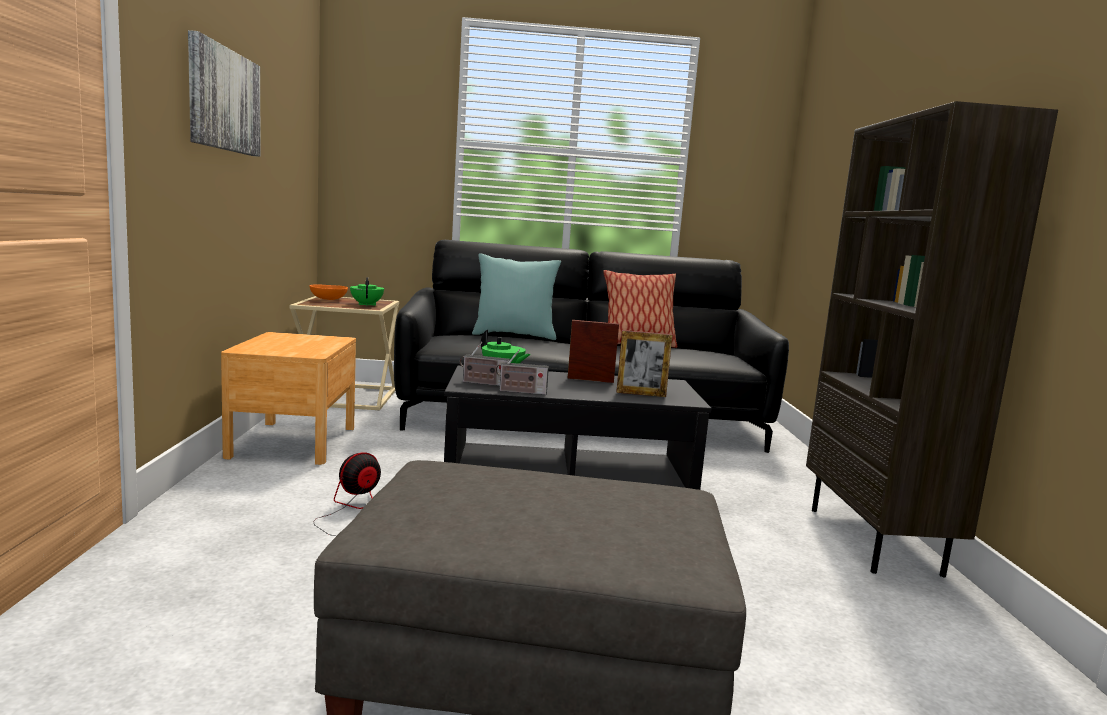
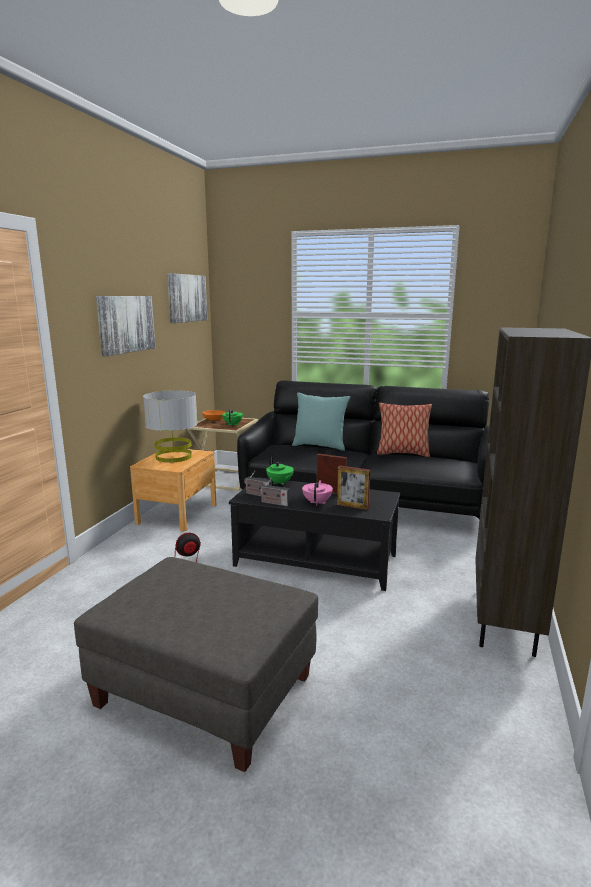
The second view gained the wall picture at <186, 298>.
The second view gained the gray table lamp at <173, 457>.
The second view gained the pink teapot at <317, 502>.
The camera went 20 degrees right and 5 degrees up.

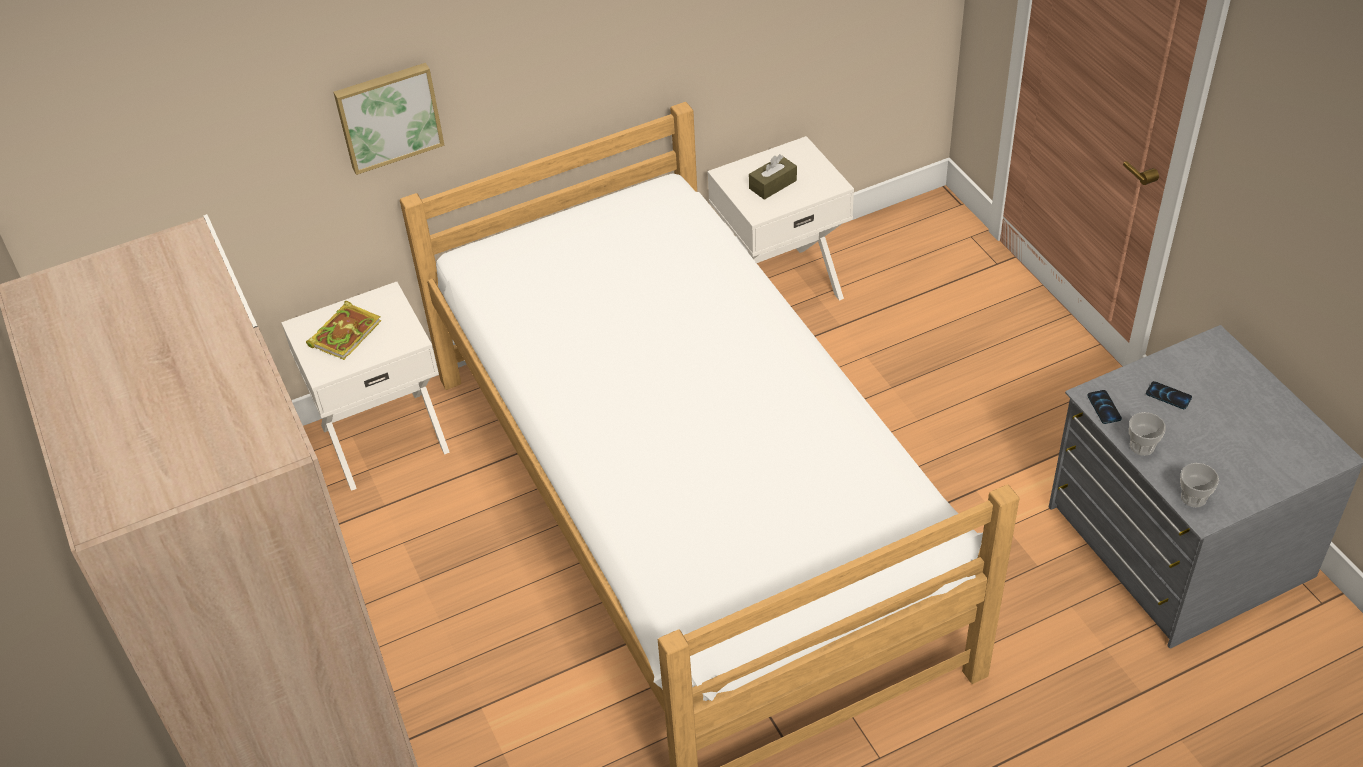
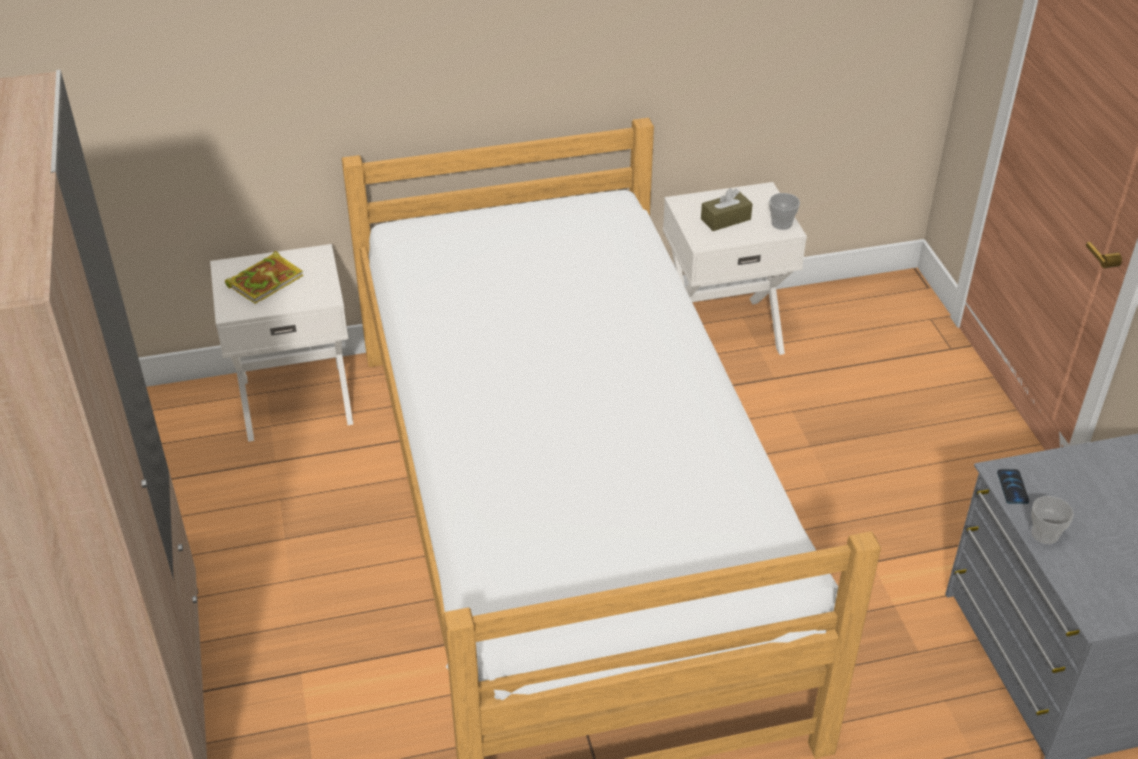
The second view lost the wall picture at <388, 116>.
The second view lost the handset at <1168, 396>.
The drinking cup ended up elsewhere, having gone from <1193, 497> to <781, 223>.
The camera went 10 degrees right and 5 degrees down.

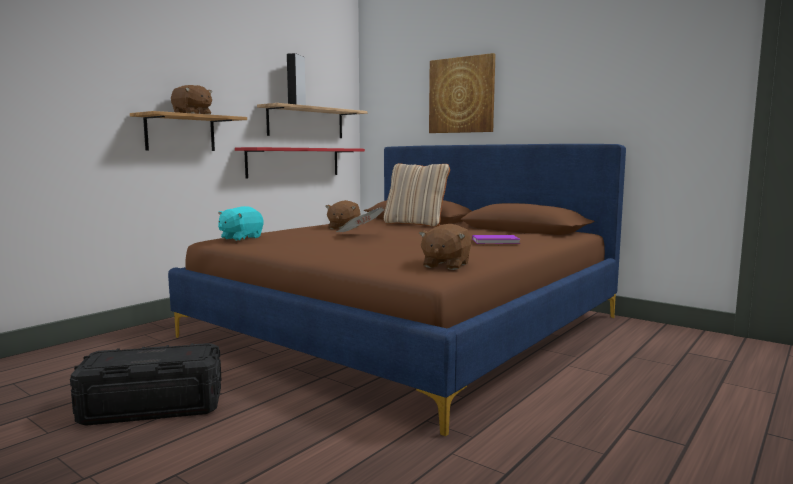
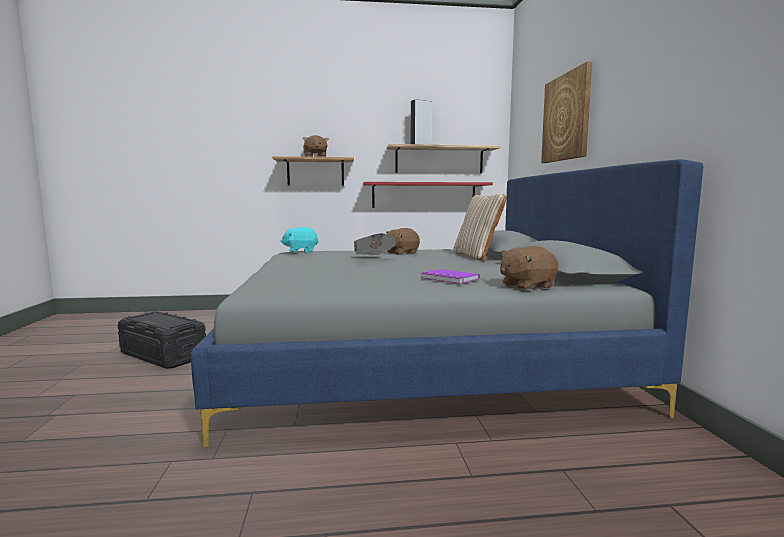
What was the brown sleeping bed at <408, 326> turned into the gray sleeping bed at <415, 354>.
The brown plush toy ended up elsewhere, having gone from <445, 265> to <526, 286>.
The camera went 45 degrees right and 0 degrees up.

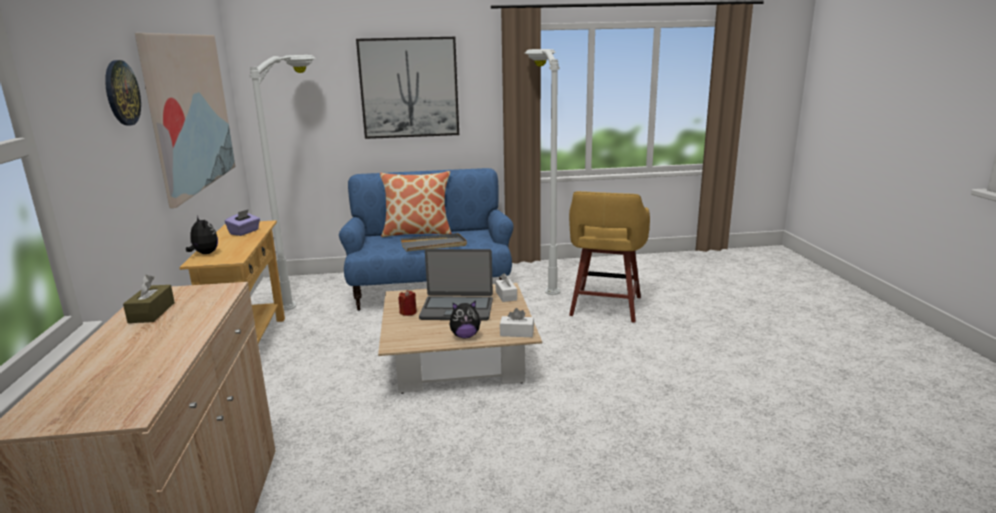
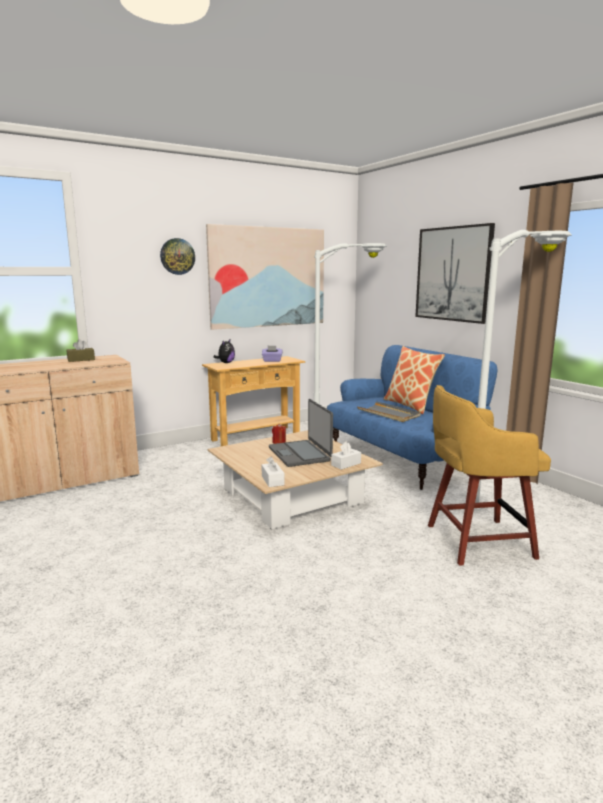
The second view lost the plush toy at <465, 336>.
The camera went 65 degrees right and 5 degrees down.

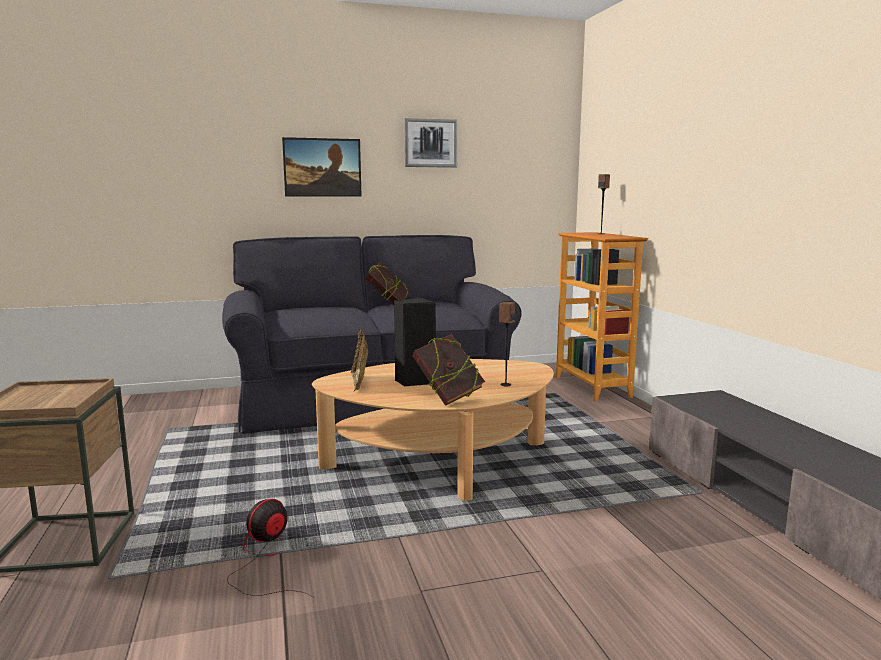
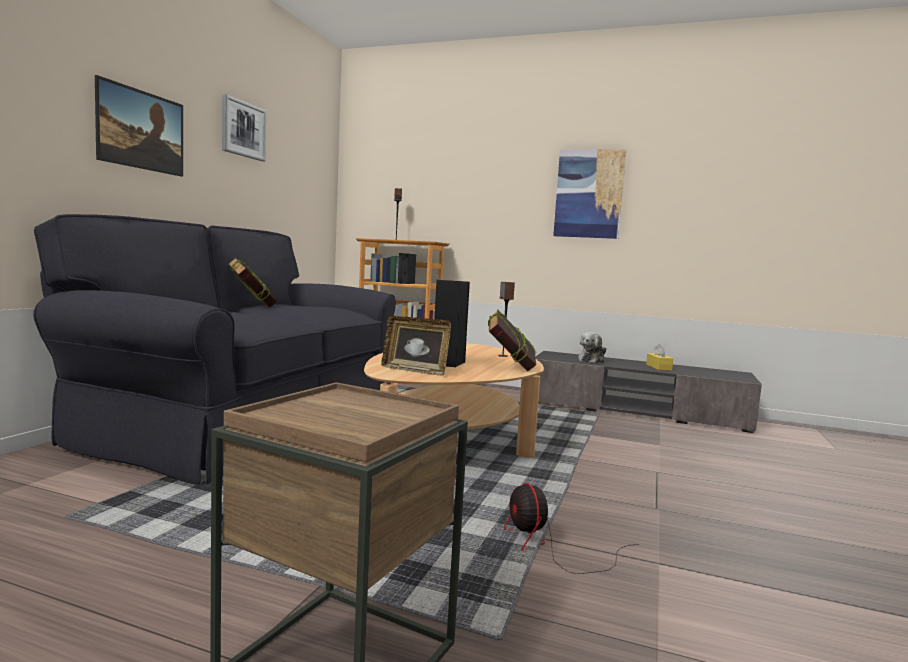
The second view gained the wall picture at <589, 194>.
The second view gained the plush toy at <592, 360>.
The second view gained the yellow tissue box at <658, 367>.
The camera went 55 degrees left and 5 degrees down.

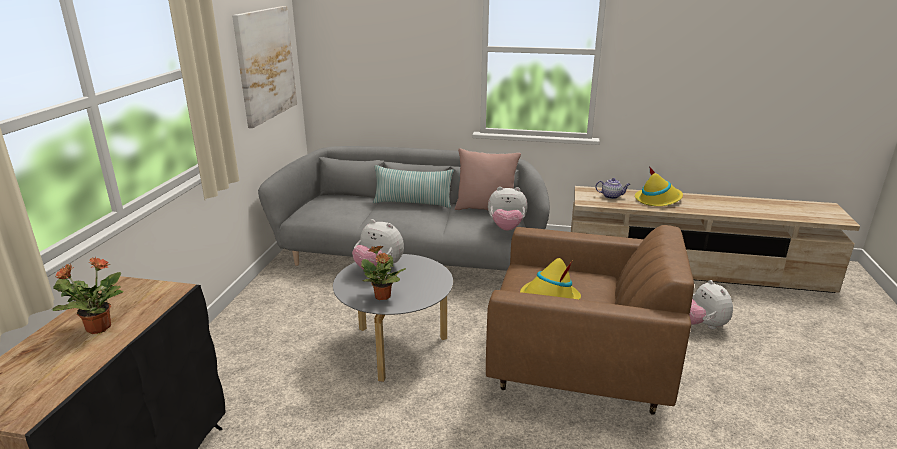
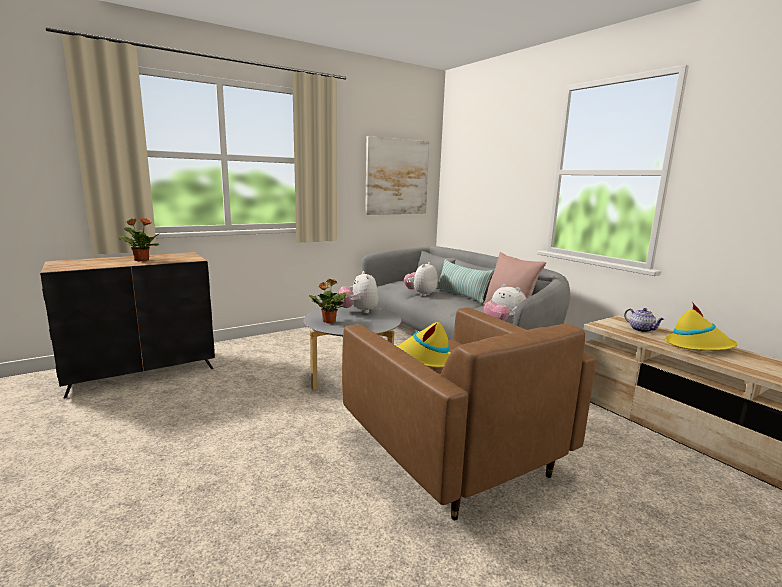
The plush toy ended up elsewhere, having gone from <702, 325> to <421, 294>.
The camera went 45 degrees right and 10 degrees down.

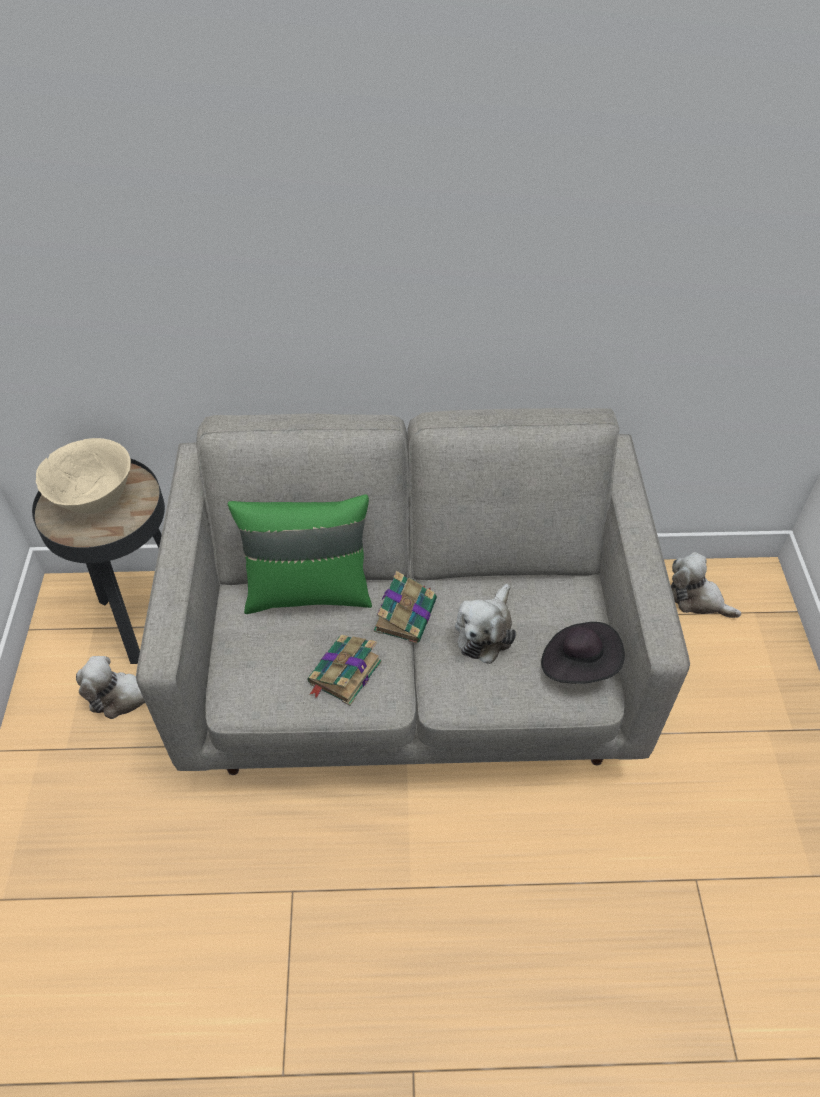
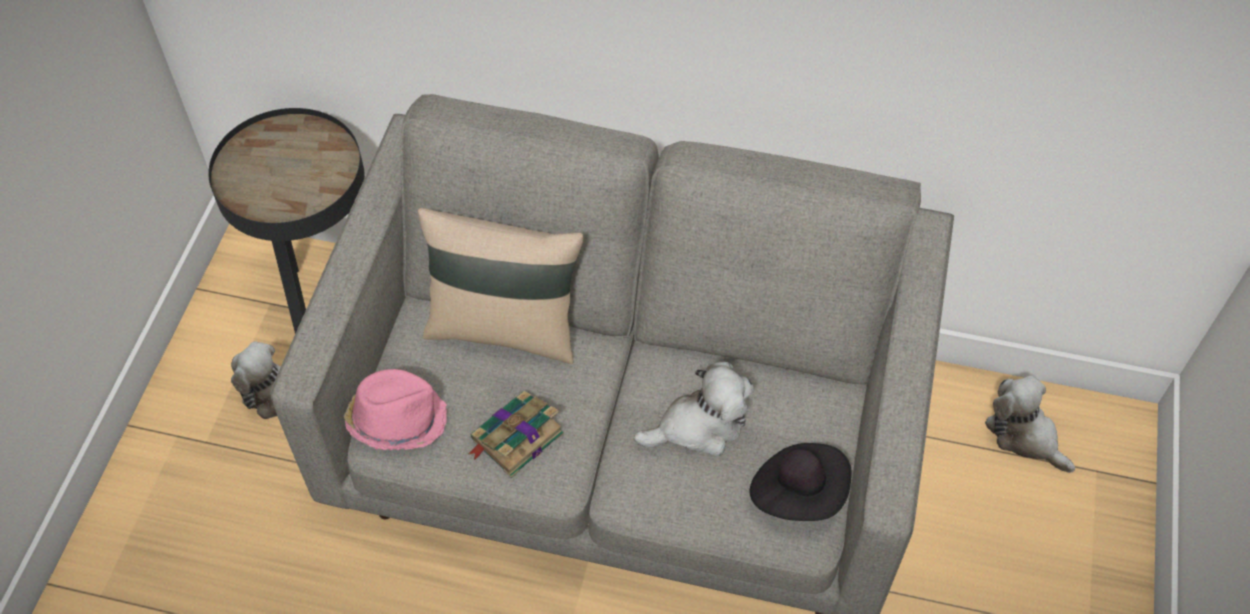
The second view lost the beige deep dish at <95, 500>.
What was the greenish pillow at <308, 591> turned into the beige pillow at <505, 328>.
The second view lost the bound book at <406, 614>.
The plush toy at <485, 631> ended up facing another way, 150 degrees counterclockwise from before.
The second view gained the pink clothing hat at <397, 419>.
The camera went 15 degrees right and 5 degrees up.

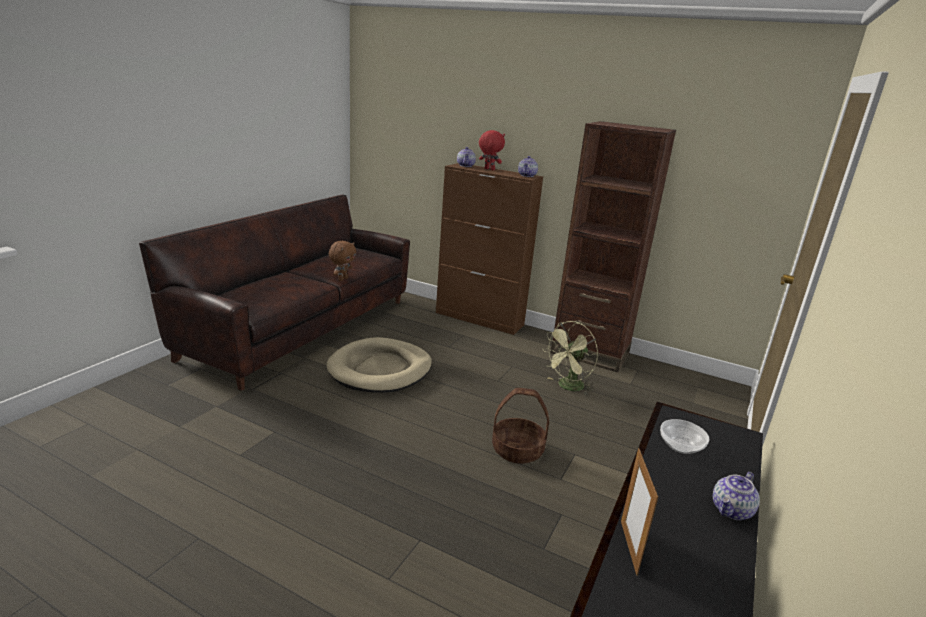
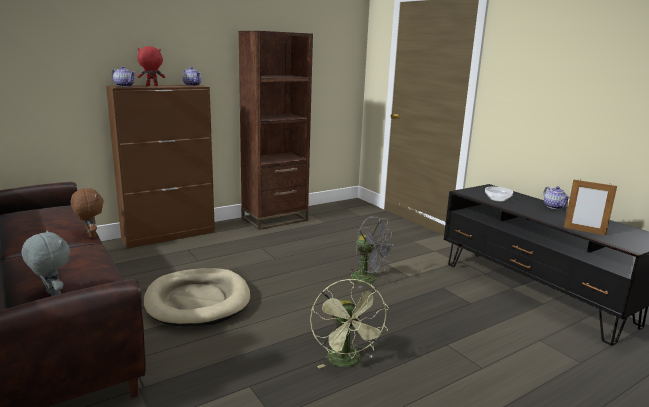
The greenish electric fan ended up elsewhere, having gone from <568, 387> to <347, 362>.
Where the storage basket stood at <517, 449>, the gray electric fan came to stand at <369, 279>.
The second view gained the gray plush toy at <51, 294>.
The camera went 60 degrees left and 5 degrees down.

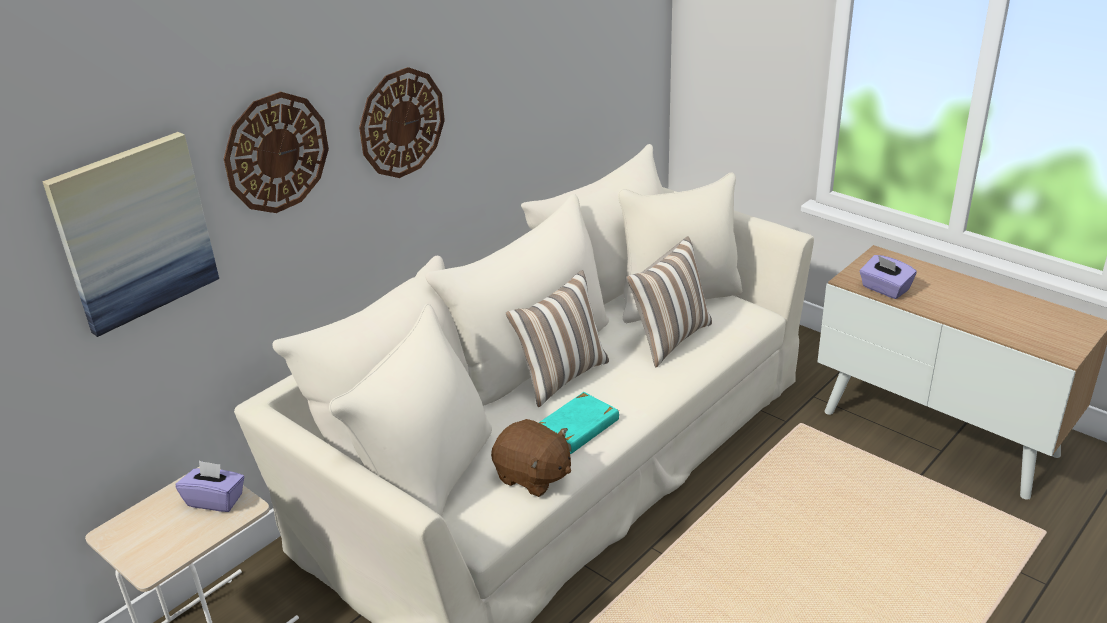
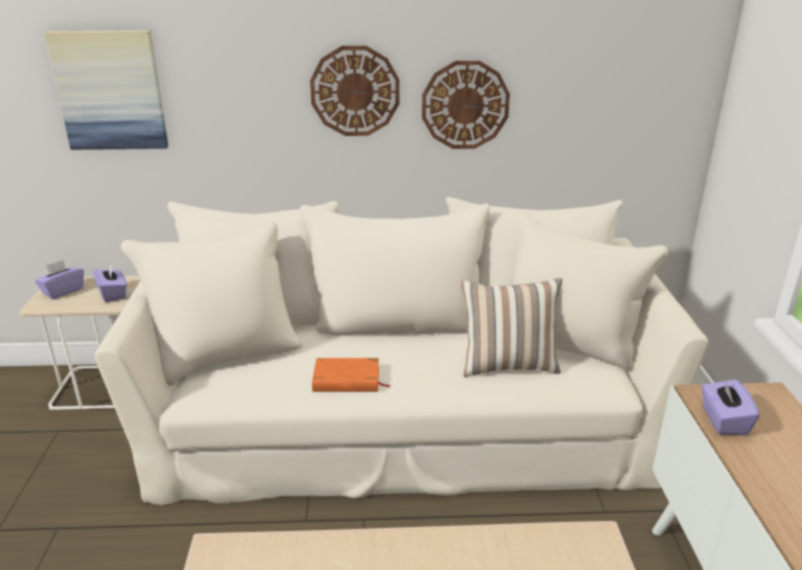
The wall clock ended up elsewhere, having gone from <276, 152> to <465, 105>.
The second view lost the pillow at <560, 376>.
What was the blue-green bound book at <579, 427> turned into the orange bound book at <347, 380>.
The second view lost the brown plush toy at <533, 476>.
The second view gained the purple-coloured tissue box at <63, 291>.
The camera went 45 degrees right and 5 degrees down.

